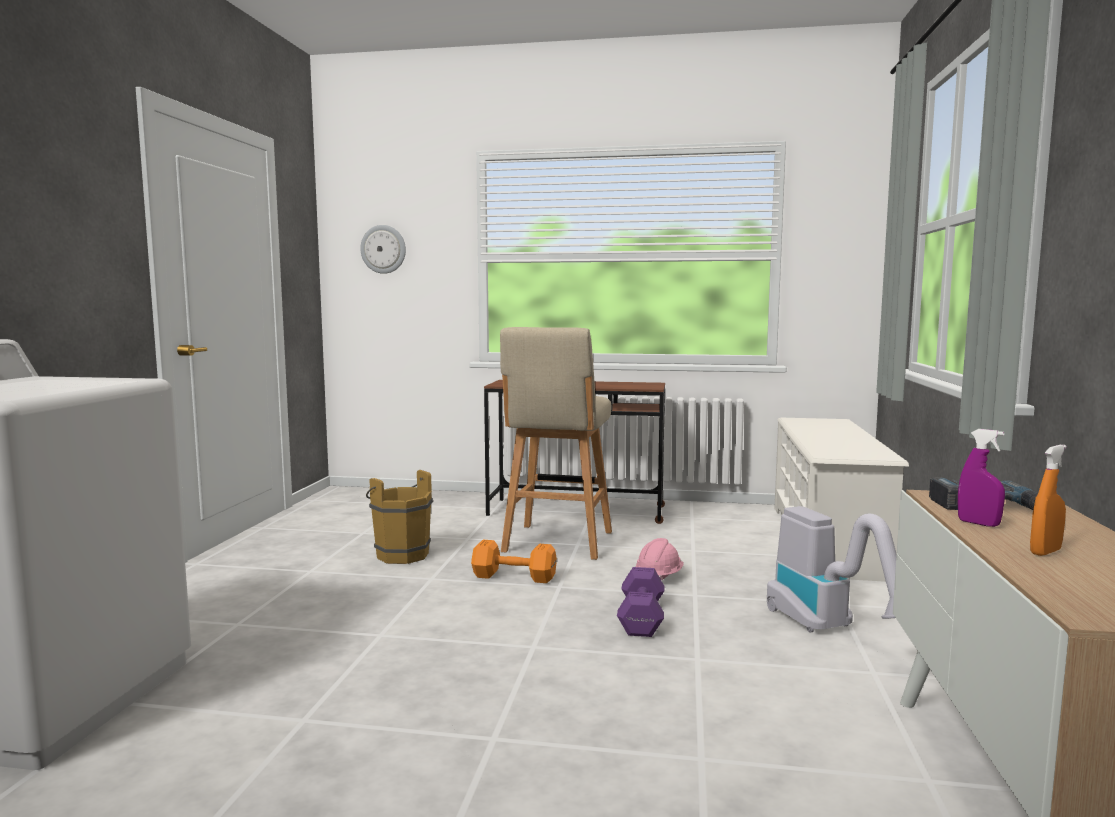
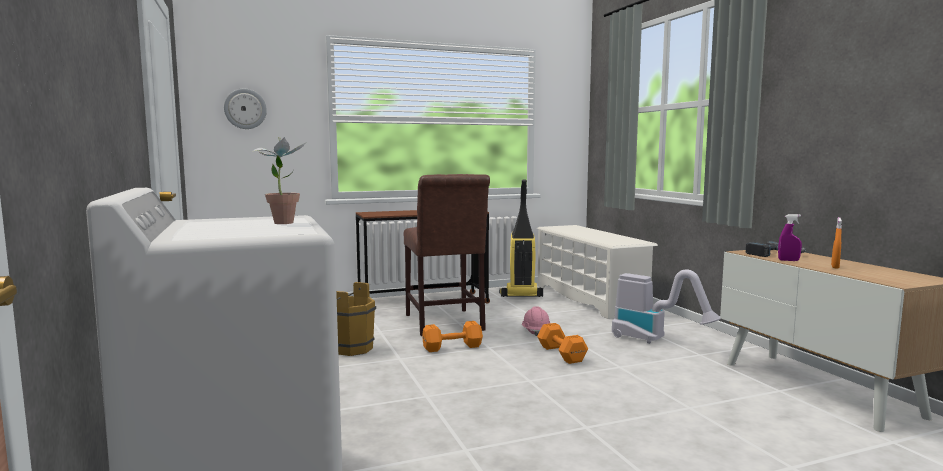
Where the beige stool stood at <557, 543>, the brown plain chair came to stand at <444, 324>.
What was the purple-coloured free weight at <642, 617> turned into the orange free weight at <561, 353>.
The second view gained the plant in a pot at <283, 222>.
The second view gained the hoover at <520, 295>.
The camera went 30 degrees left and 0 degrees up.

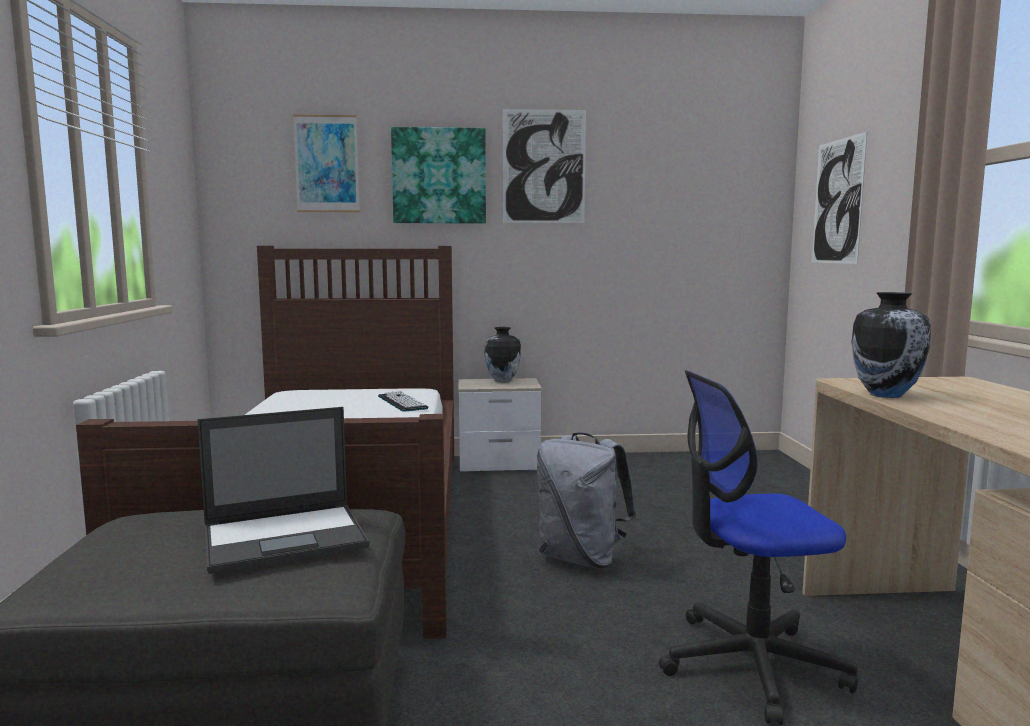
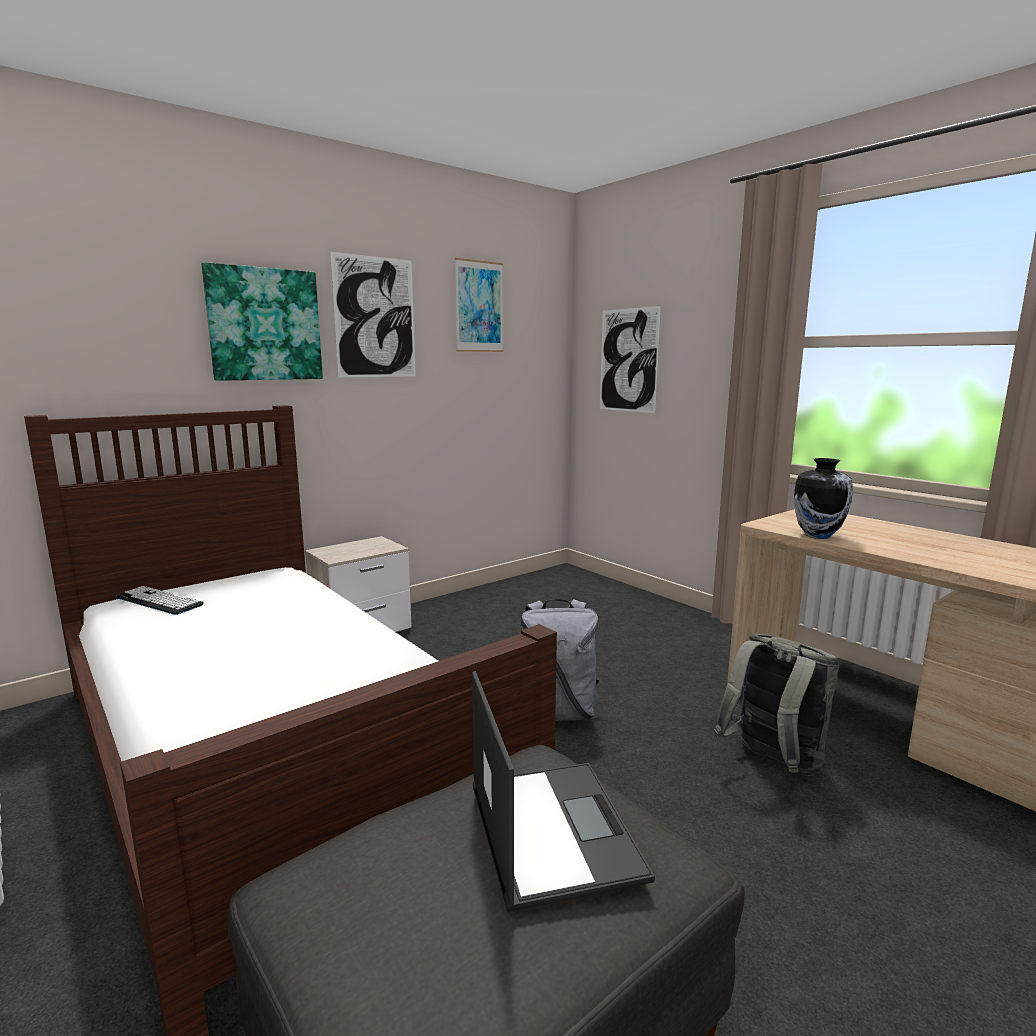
The wall picture ended up elsewhere, having gone from <327, 164> to <479, 307>.
The second view lost the vase at <502, 380>.
Where the computer chair stood at <751, 664>, the gray knapsack came to stand at <772, 765>.
The keyboard ended up elsewhere, having gone from <402, 402> to <159, 601>.
The notebook computer at <287, 537> ended up facing another way, 45 degrees counterclockwise from before.
The camera went 35 degrees left and 5 degrees up.

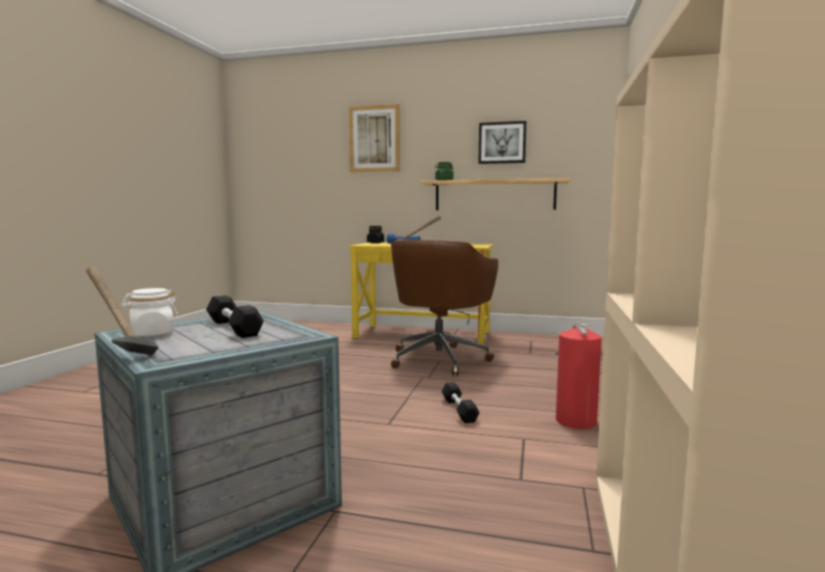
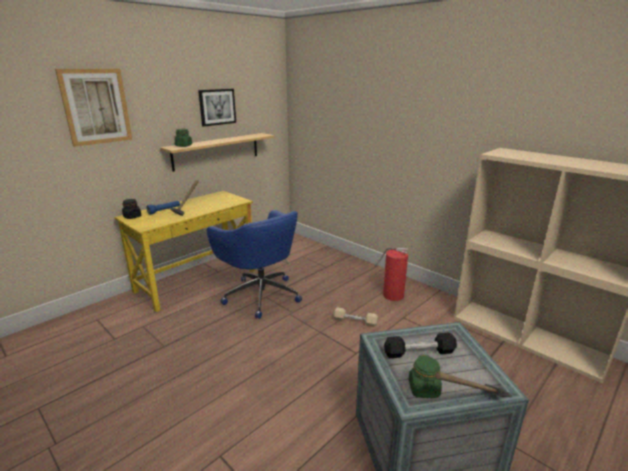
What was the brown computer chair at <440, 358> turned into the blue-coloured computer chair at <260, 294>.
What was the white preserve jar at <152, 334> turned into the greenish preserve jar at <423, 389>.
What was the blackish free weight at <459, 410> turned into the beige free weight at <355, 321>.
The camera went 60 degrees left and 15 degrees up.

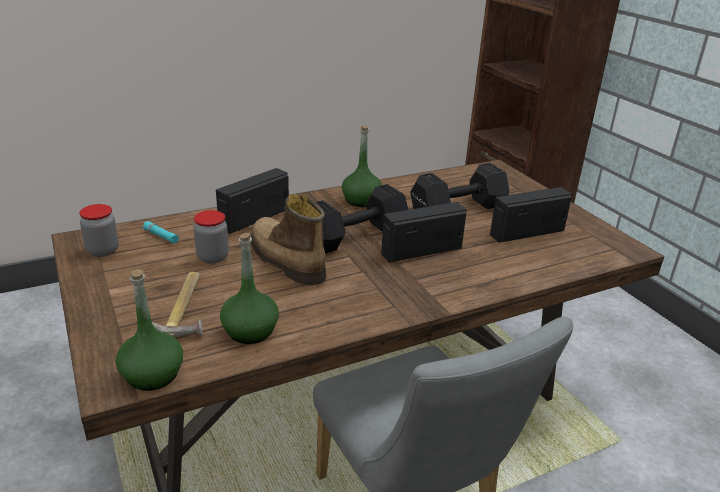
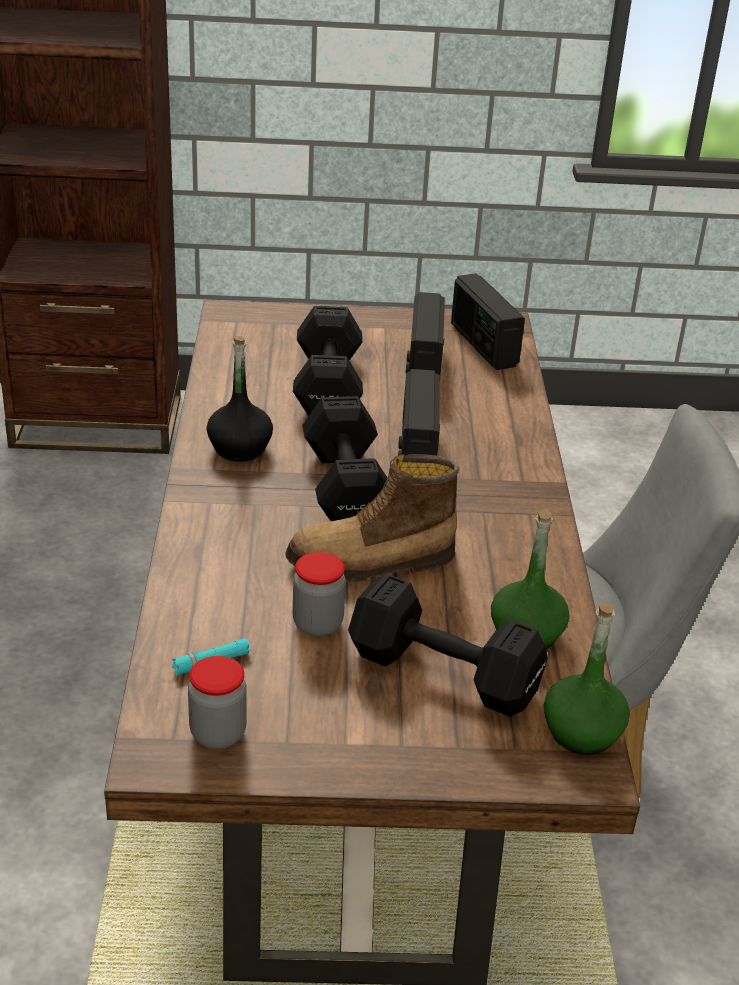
What was the greenish bottle at <361, 200> turned into the blackish bottle at <240, 448>.
The radio ended up elsewhere, having gone from <254, 218> to <483, 345>.
Where the hand hammer stood at <187, 309>, the blackish free weight came to stand at <447, 675>.
The camera went 65 degrees left and 5 degrees up.

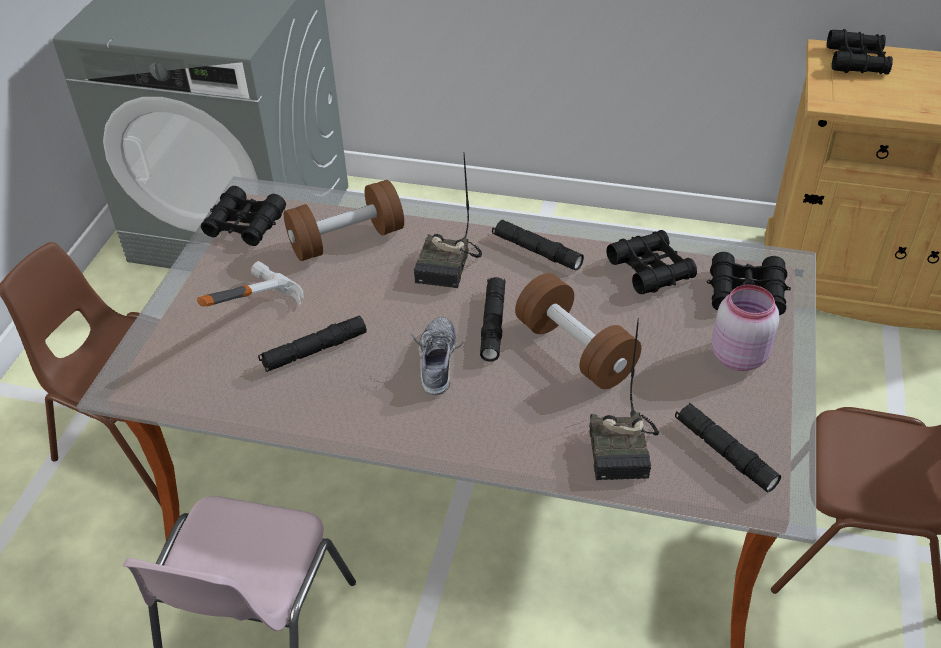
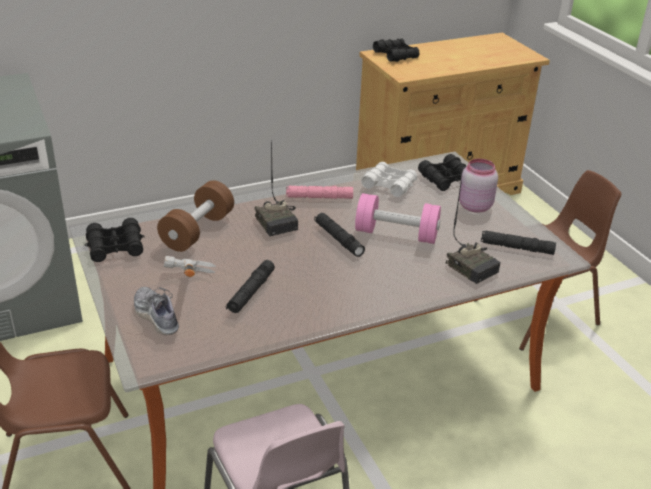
What was the blackish torch at <536, 251> turned into the pink torch at <319, 197>.
What was the blackish field glasses at <650, 270> turned into the white field glasses at <389, 185>.
What was the brown free weight at <575, 350> turned into the pink free weight at <396, 234>.
The shoe ended up elsewhere, having gone from <437, 362> to <156, 316>.
The camera went 40 degrees left and 10 degrees down.

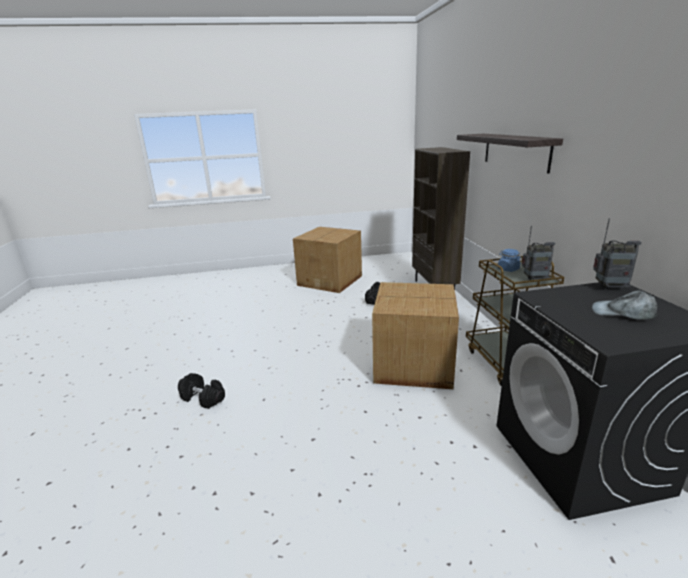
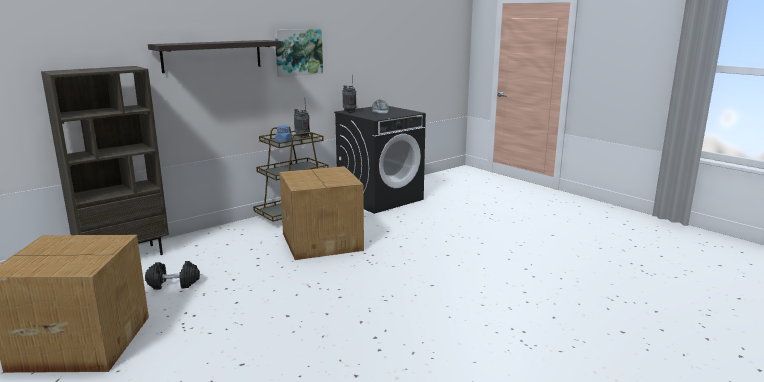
The second view lost the blackish free weight at <203, 398>.
The second view gained the wall picture at <298, 52>.
The camera went 120 degrees left and 5 degrees down.

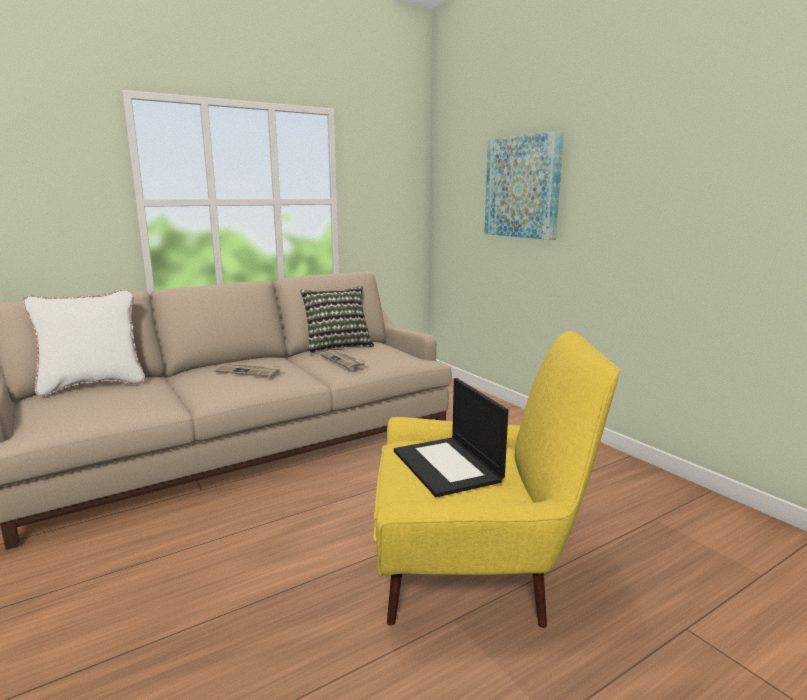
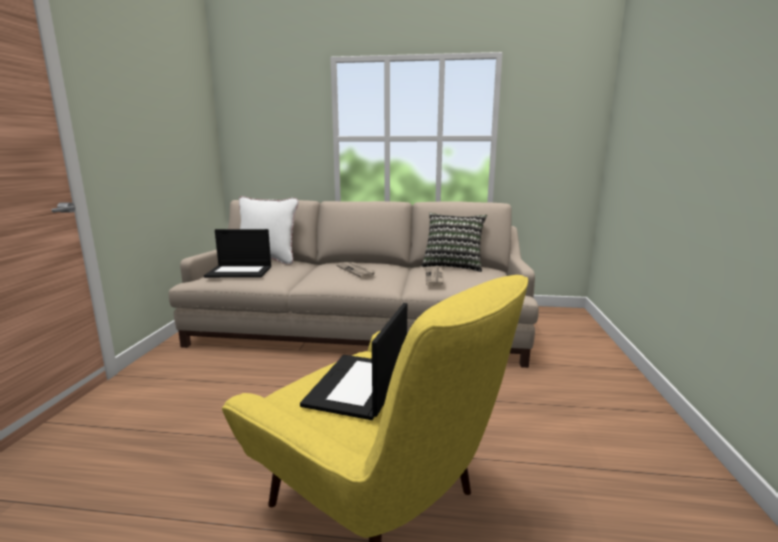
The second view lost the wall picture at <522, 187>.
The second view gained the notebook computer at <240, 271>.
The camera went 40 degrees right and 0 degrees up.

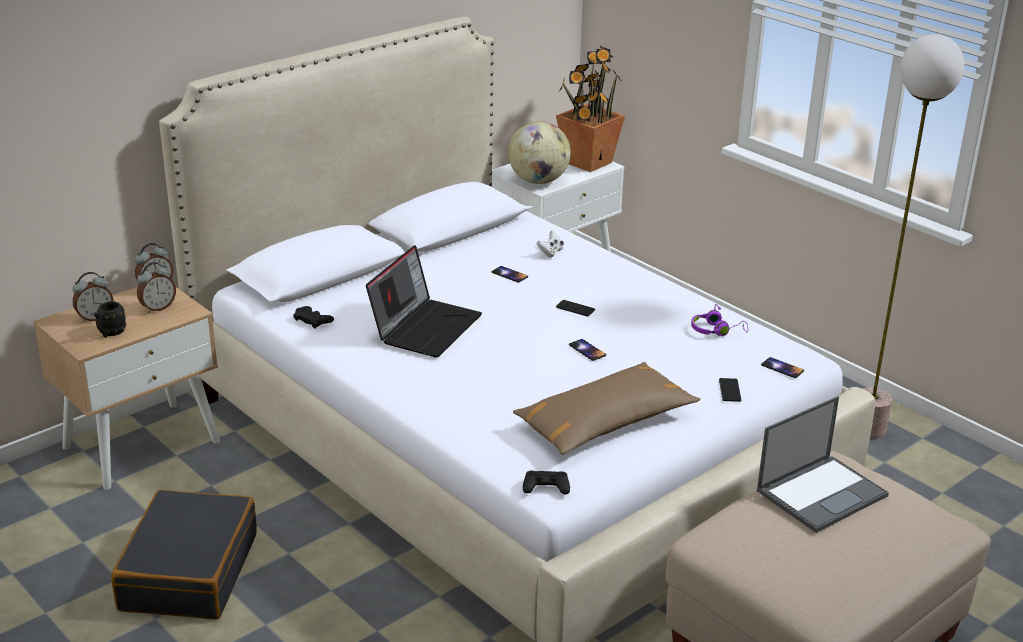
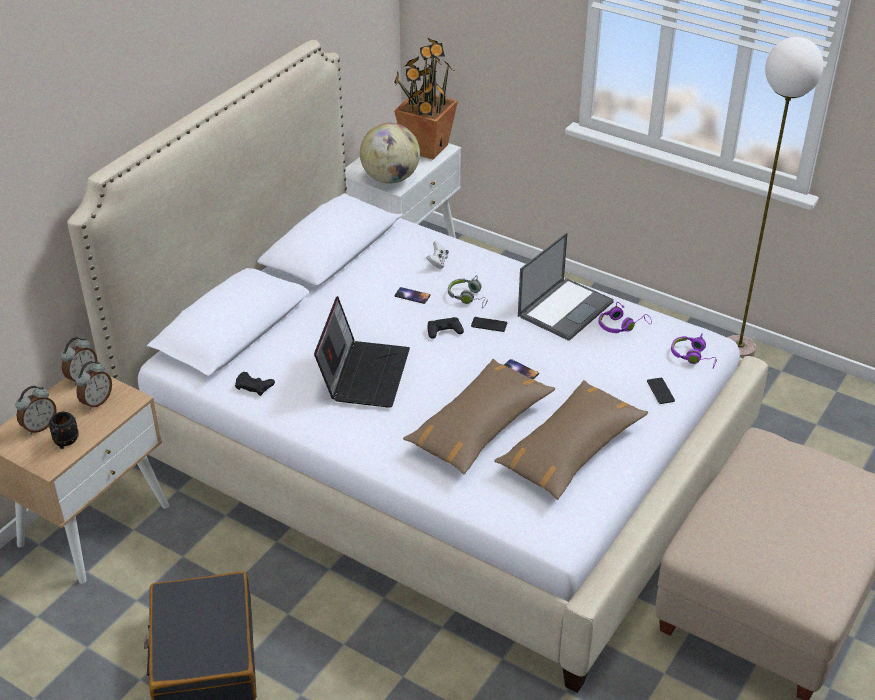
Where the handset stood at <782, 368>, the purple-coloured headphones came to stand at <693, 357>.
The notebook computer ended up elsewhere, having gone from <822, 493> to <565, 308>.
The blackish gamepad ended up elsewhere, having gone from <546, 487> to <444, 331>.
The second view gained the gray headphones at <468, 297>.
The second view gained the brown pillow at <479, 427>.
The camera went 15 degrees left and 10 degrees up.

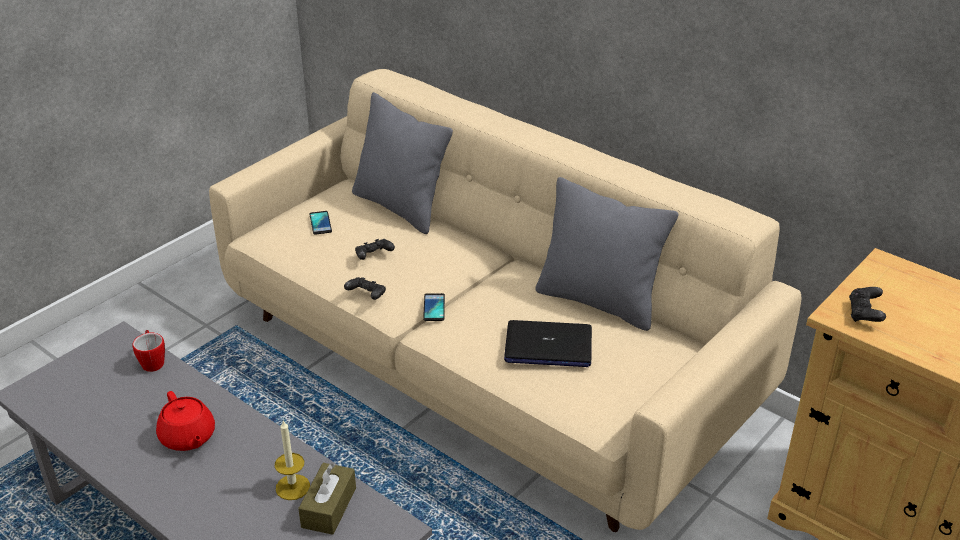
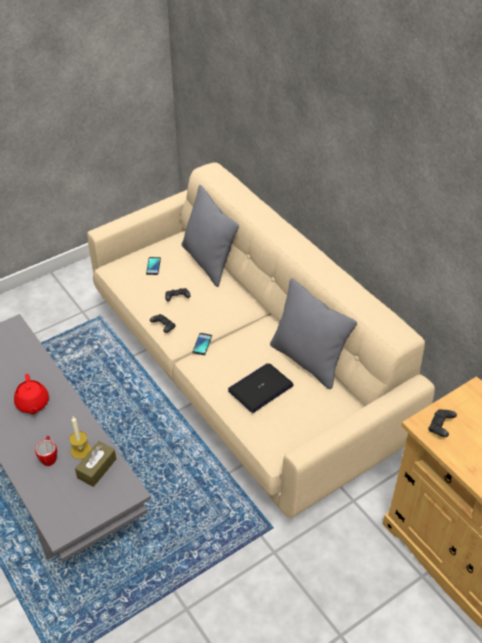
The notebook computer at <548, 346> ended up facing another way, 120 degrees clockwise from before.
The coffee mug ended up elsewhere, having gone from <152, 361> to <49, 457>.
The camera went 15 degrees right and 10 degrees up.

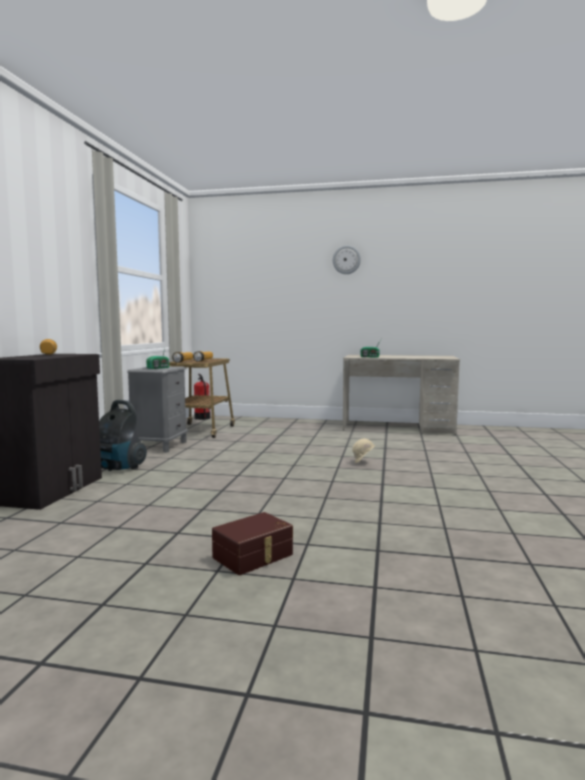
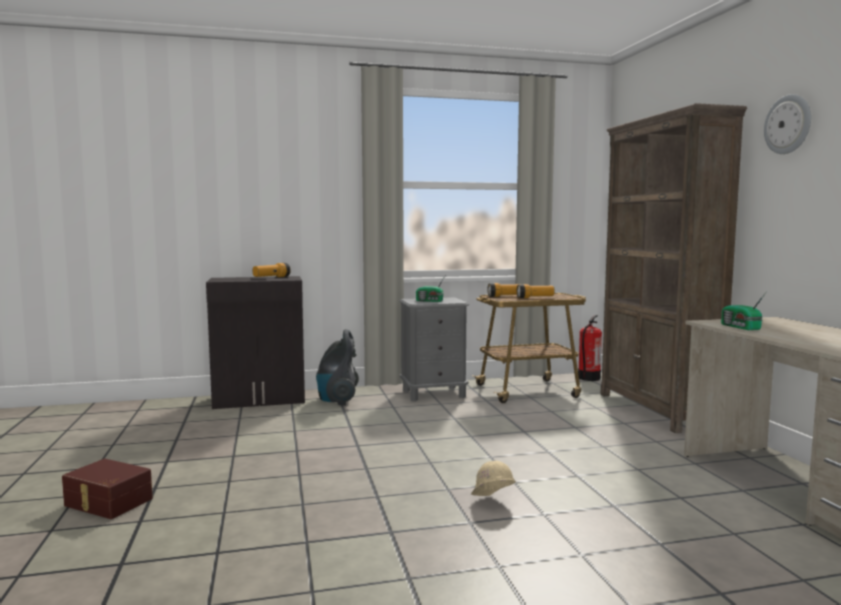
The second view gained the brown bookcase at <656, 410>.
The camera went 65 degrees right and 0 degrees up.

